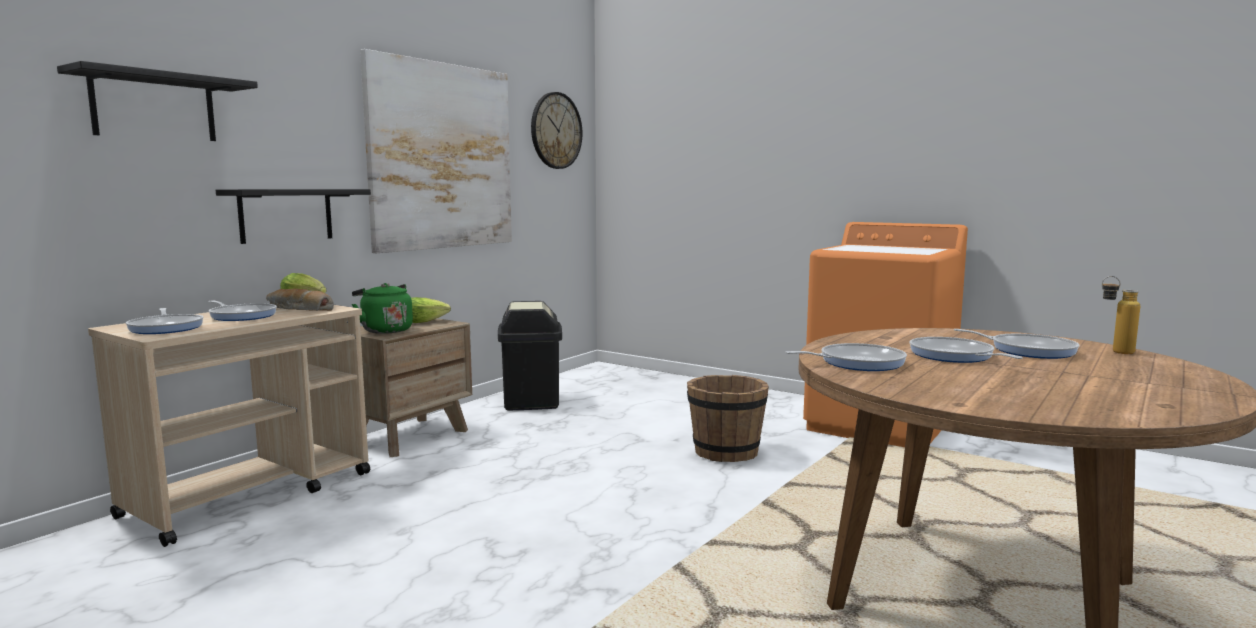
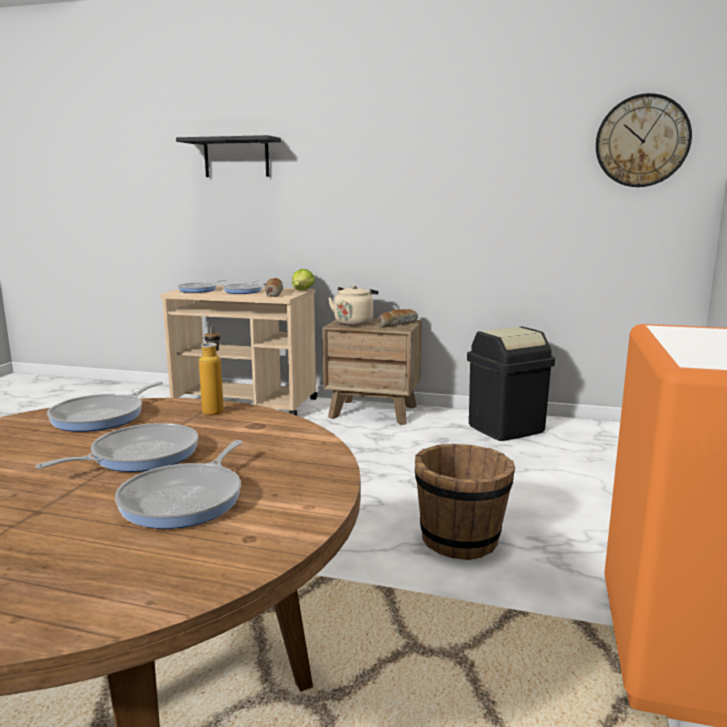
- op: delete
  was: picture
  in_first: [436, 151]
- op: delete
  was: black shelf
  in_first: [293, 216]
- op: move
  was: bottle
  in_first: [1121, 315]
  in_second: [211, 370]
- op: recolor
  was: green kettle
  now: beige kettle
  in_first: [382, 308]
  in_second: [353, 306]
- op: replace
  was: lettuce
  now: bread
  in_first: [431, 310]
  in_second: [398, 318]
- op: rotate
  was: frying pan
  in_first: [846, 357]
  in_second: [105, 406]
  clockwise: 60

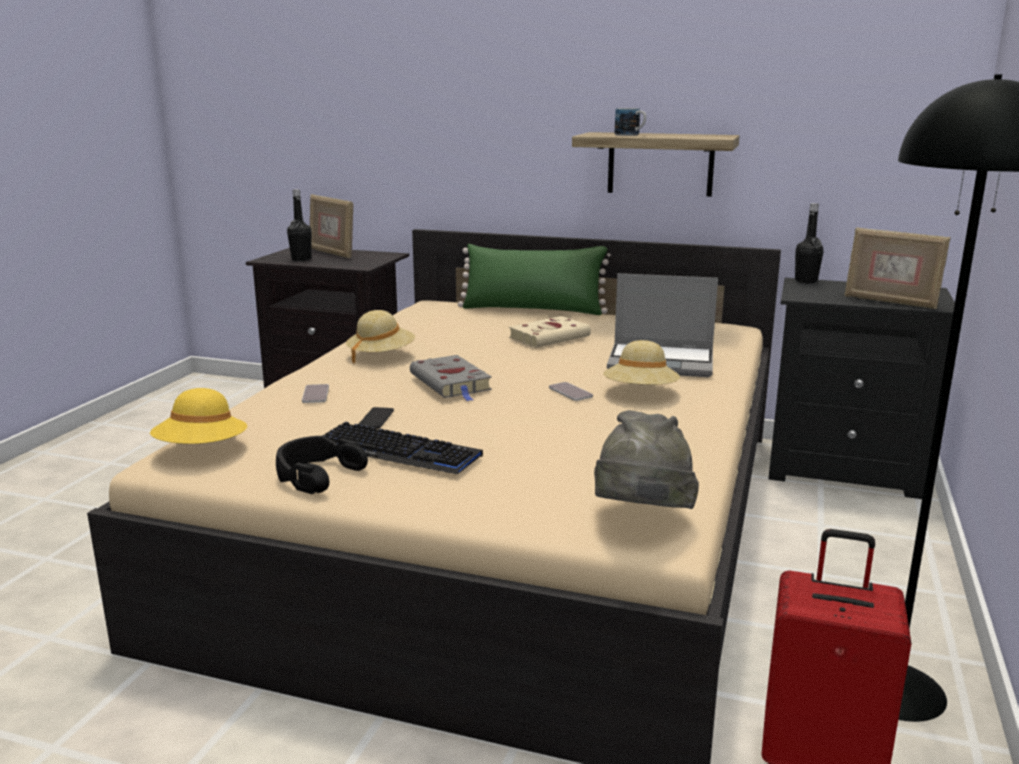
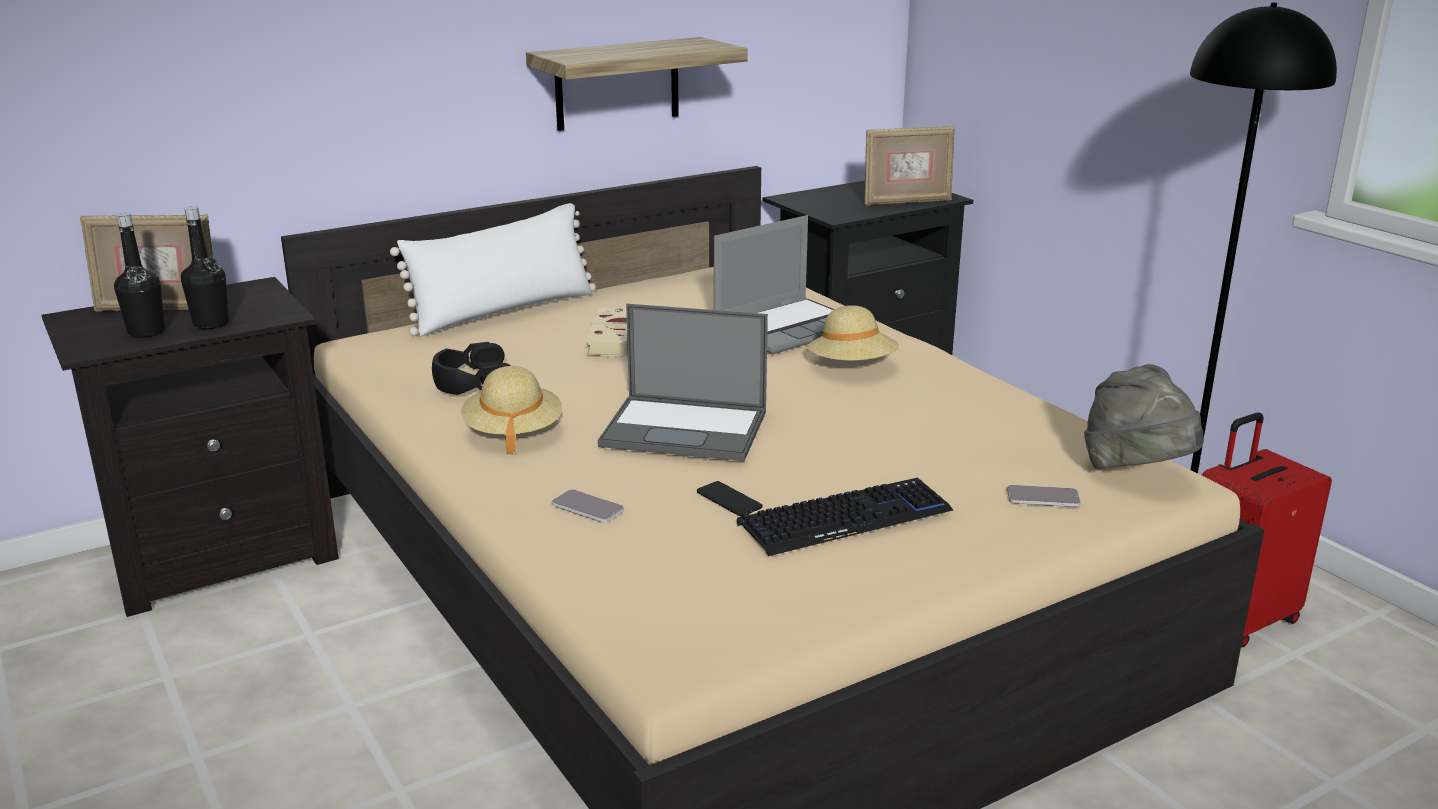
- op: delete
  was: mug
  in_first: [630, 122]
- op: move
  was: black bottle
  in_first: [809, 243]
  in_second: [205, 267]
- op: recolor
  was: green pillow
  now: white pillow
  in_first: [534, 279]
  in_second: [493, 269]
- op: replace
  was: grey book
  now: laptop
  in_first: [451, 378]
  in_second: [683, 382]
- op: move
  was: phone
  in_first: [571, 391]
  in_second: [1044, 496]
- op: delete
  was: yellow hat
  in_first: [198, 416]
- op: move
  was: black headphones
  in_first: [322, 465]
  in_second: [471, 368]

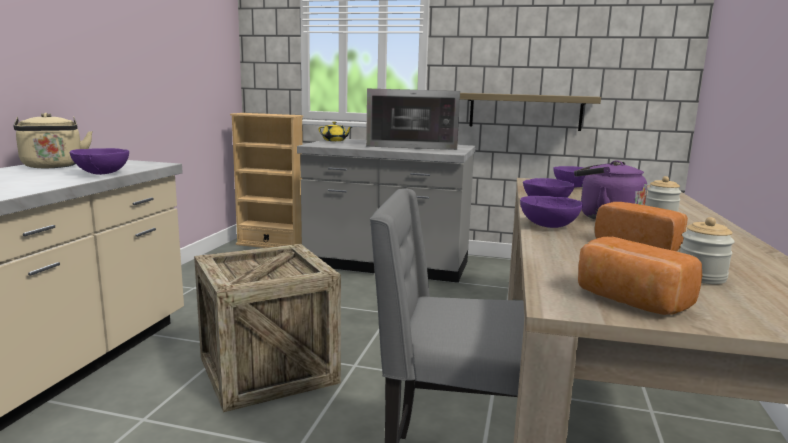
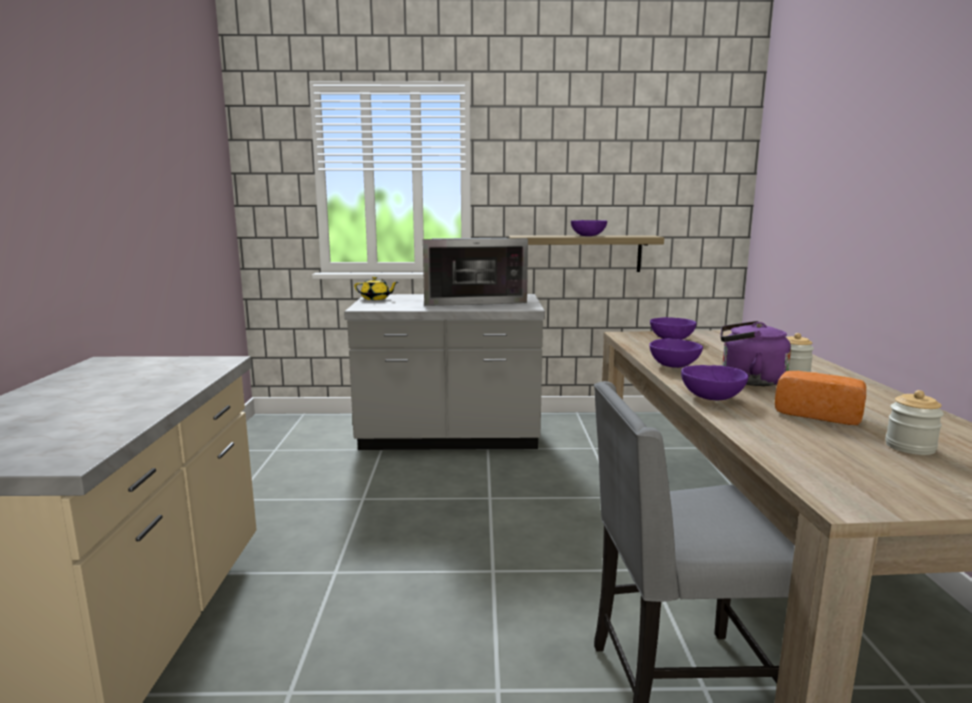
- op: delete
  was: beige kettle
  in_first: [53, 140]
- op: delete
  was: beige bookcase
  in_first: [266, 180]
- op: move
  was: purple bowl
  in_first: [99, 161]
  in_second: [589, 228]
- op: delete
  was: bread
  in_first: [640, 275]
- op: delete
  was: crate
  in_first: [267, 328]

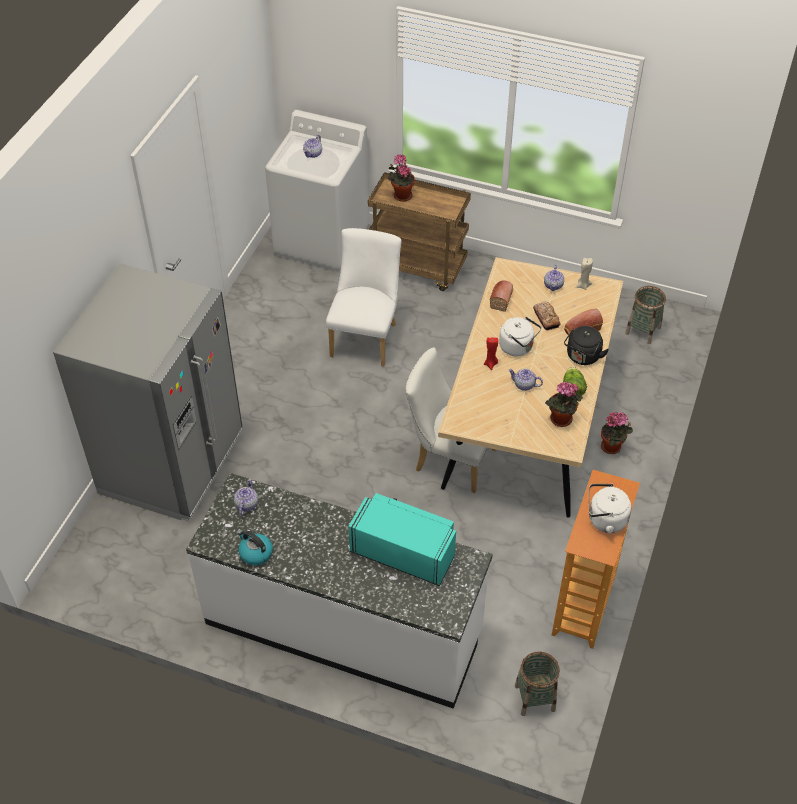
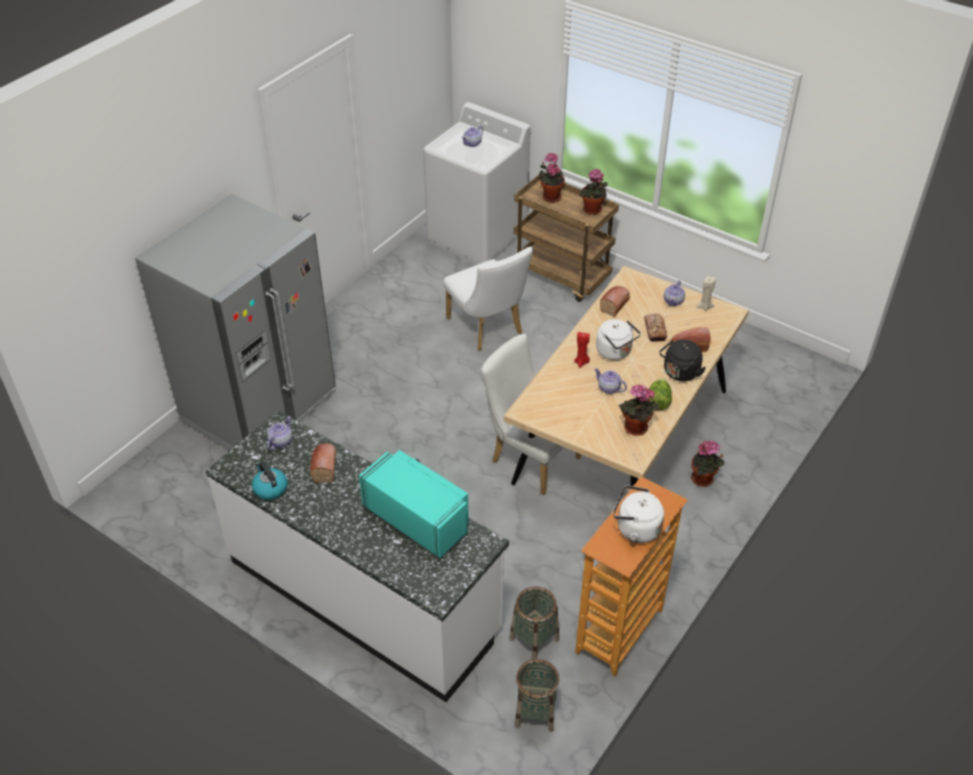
- op: rotate
  was: white chair
  in_first: [363, 297]
  in_second: [488, 299]
  clockwise: 120
- op: move
  was: basket
  in_first: [645, 315]
  in_second: [534, 622]
- op: insert
  now: potted plant
  in_second: [593, 192]
- op: insert
  now: bread
  in_second: [323, 462]

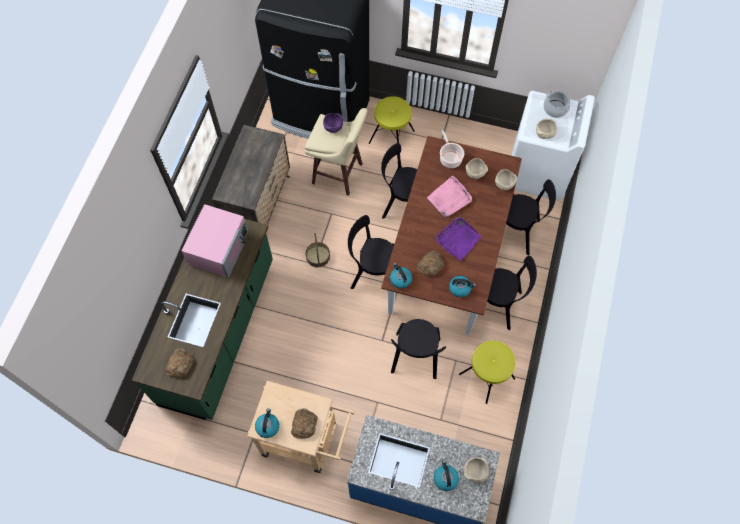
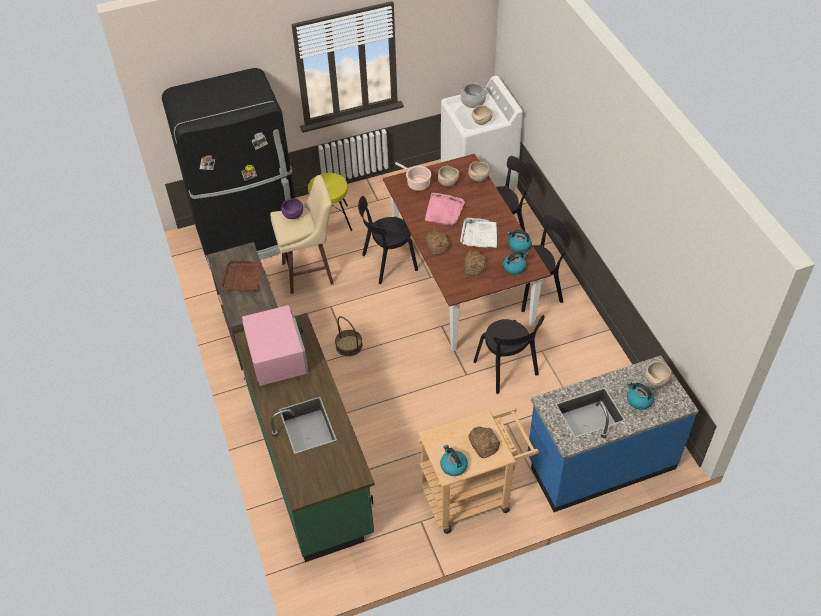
- op: delete
  was: black chair
  in_first: [371, 253]
- op: recolor
  was: purple tray
  now: white tray
  in_first: [458, 239]
  in_second: [478, 233]
- op: move
  was: kettle
  in_first: [401, 275]
  in_second: [519, 241]
- op: delete
  was: yellow stool
  in_first: [487, 372]
- op: move
  was: bread
  in_first: [179, 363]
  in_second: [438, 242]
- op: insert
  now: brown tray
  in_second: [240, 275]

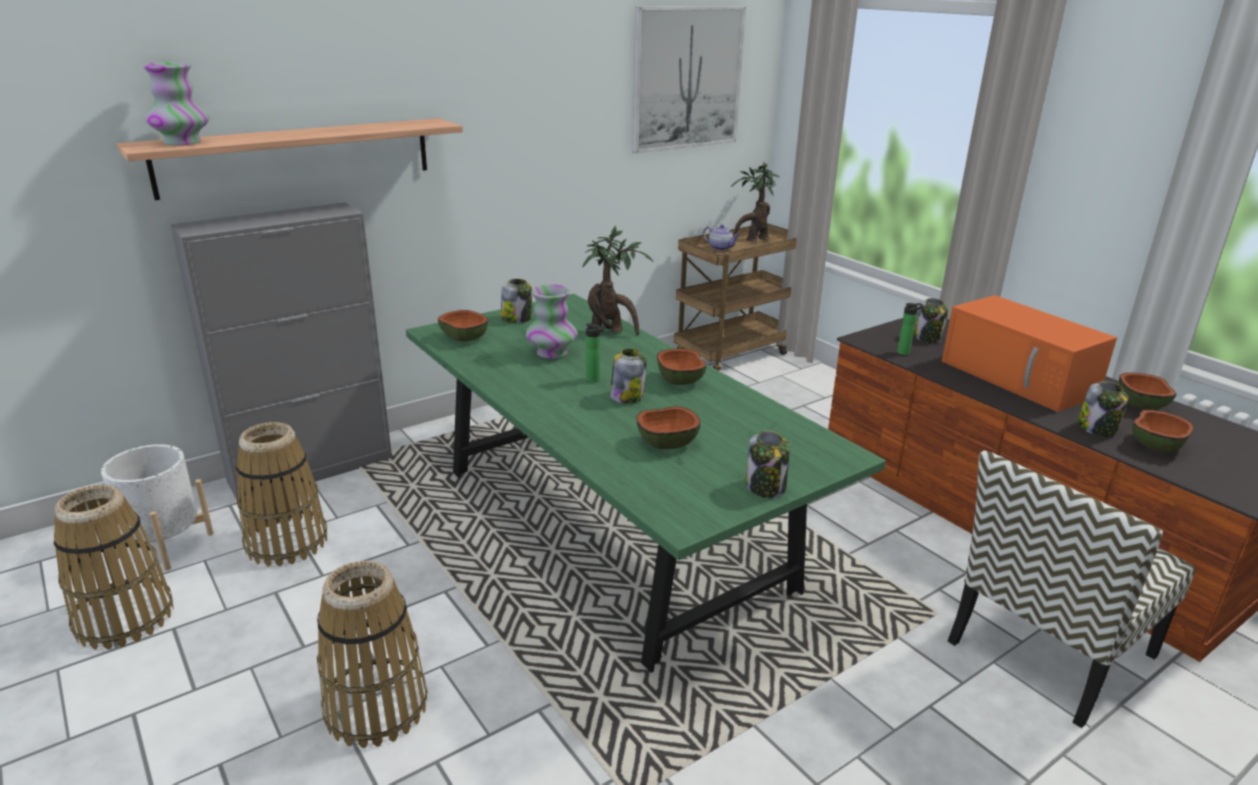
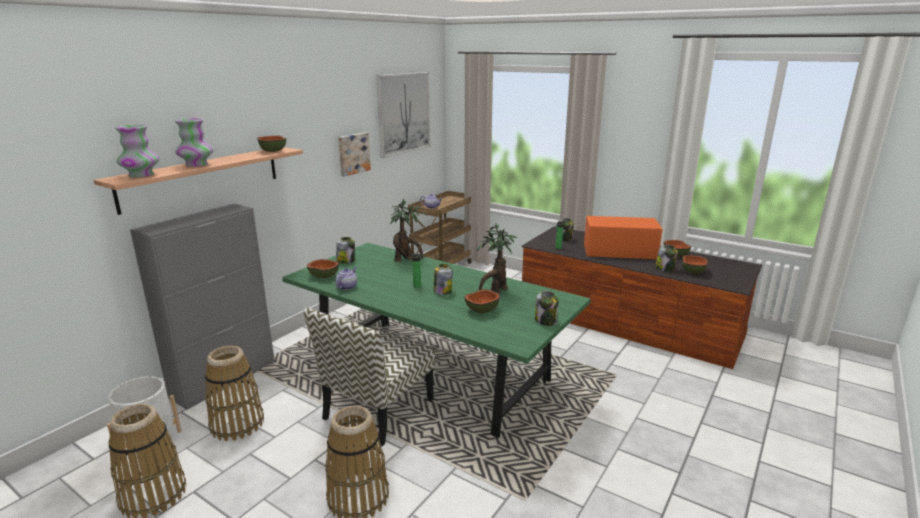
- op: move
  was: potted plant
  in_first: [755, 202]
  in_second: [497, 258]
- op: move
  was: vase
  in_first: [551, 321]
  in_second: [194, 142]
- op: rotate
  was: orange microwave
  in_first: [1029, 353]
  in_second: [623, 237]
  clockwise: 150
- op: move
  was: bowl
  in_first: [682, 366]
  in_second: [271, 144]
- op: move
  was: chair
  in_first: [1071, 589]
  in_second: [369, 377]
- op: insert
  now: picture
  in_second: [354, 154]
- op: insert
  now: teapot
  in_second: [346, 278]

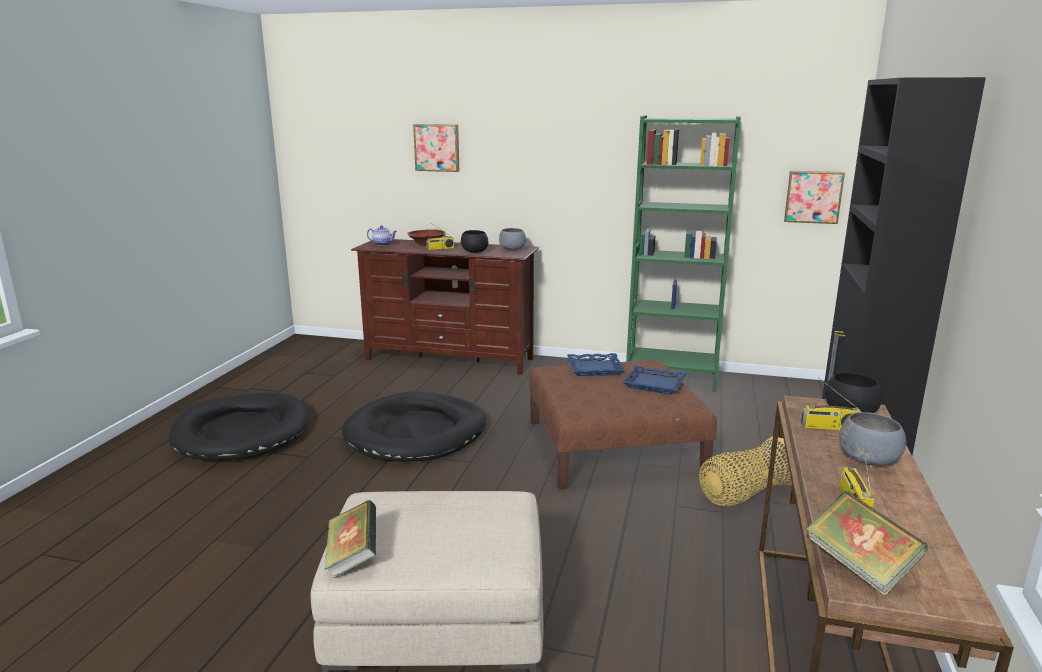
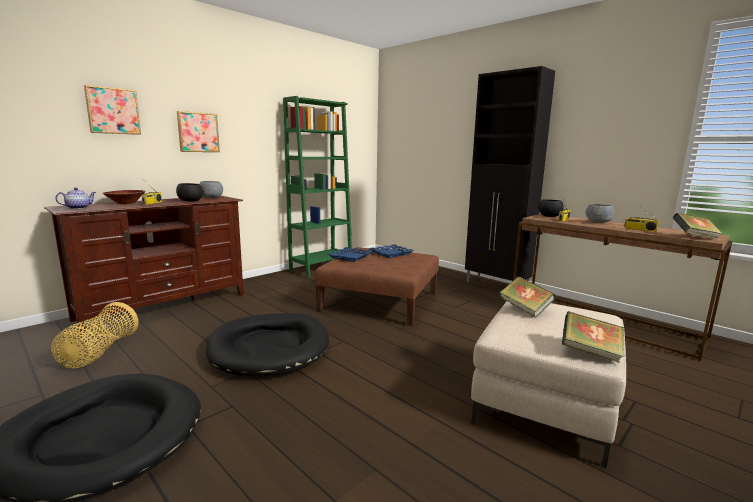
- op: move
  was: picture
  in_first: [814, 197]
  in_second: [198, 131]
- op: move
  was: basket
  in_first: [745, 471]
  in_second: [94, 335]
- op: insert
  now: book
  in_second: [527, 297]

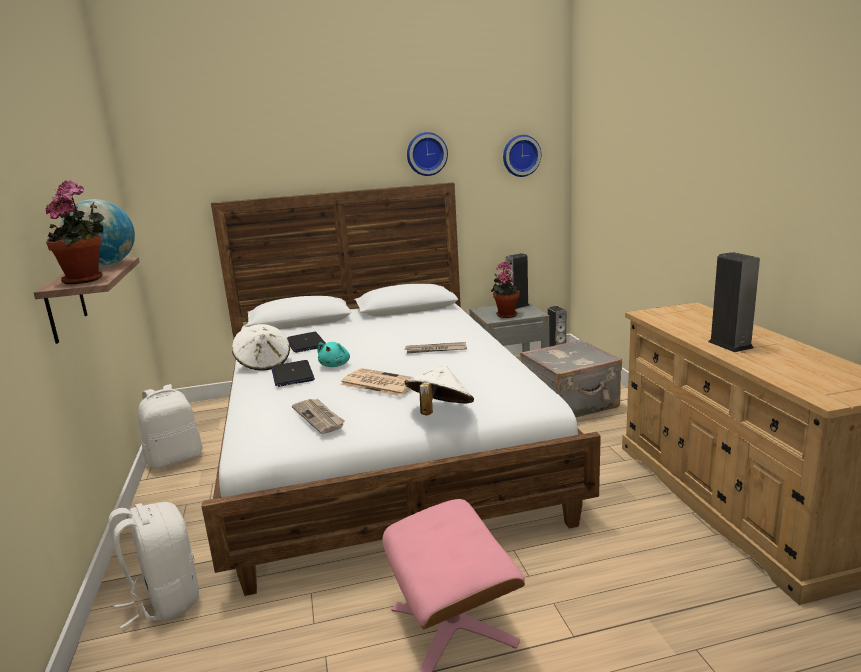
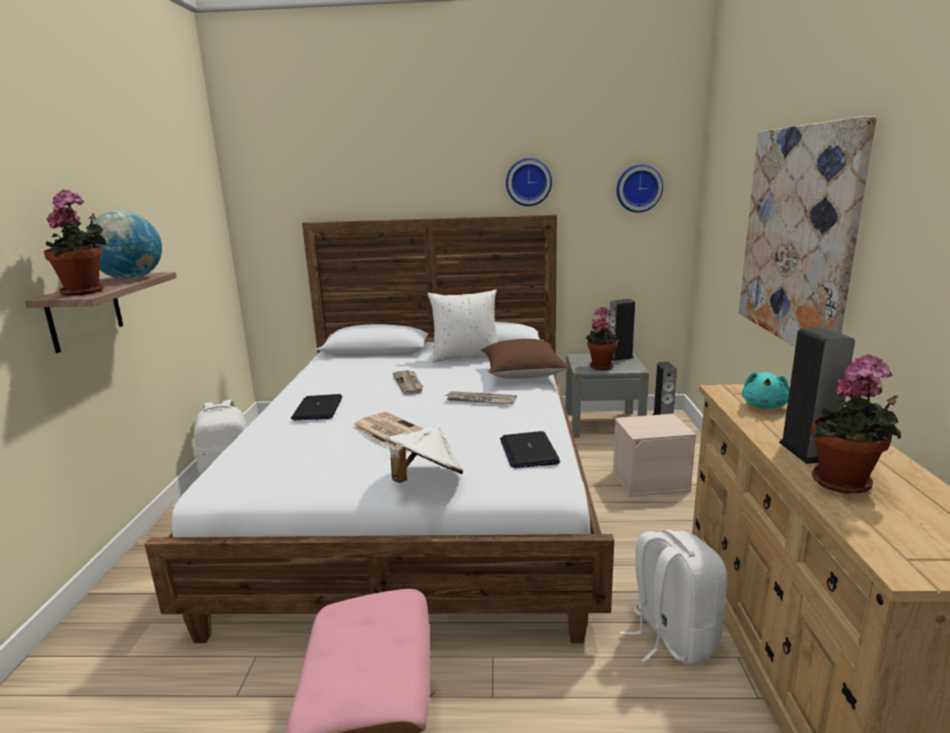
- op: delete
  was: white hat
  in_first: [261, 347]
- op: move
  was: laptop
  in_first: [306, 342]
  in_second: [530, 449]
- op: replace
  was: grey suitcase
  now: beige storage box
  in_first: [571, 378]
  in_second: [654, 455]
- op: move
  was: turquoise plush toy
  in_first: [333, 354]
  in_second: [765, 390]
- op: move
  was: newspaper
  in_first: [318, 416]
  in_second: [407, 382]
- op: move
  was: white backpack
  in_first: [153, 565]
  in_second: [673, 597]
- op: insert
  now: picture
  in_second: [808, 231]
- op: insert
  now: white pillow
  in_second: [462, 326]
- op: insert
  now: brown pillow
  in_second: [525, 359]
- op: insert
  now: potted plant
  in_second: [856, 424]

